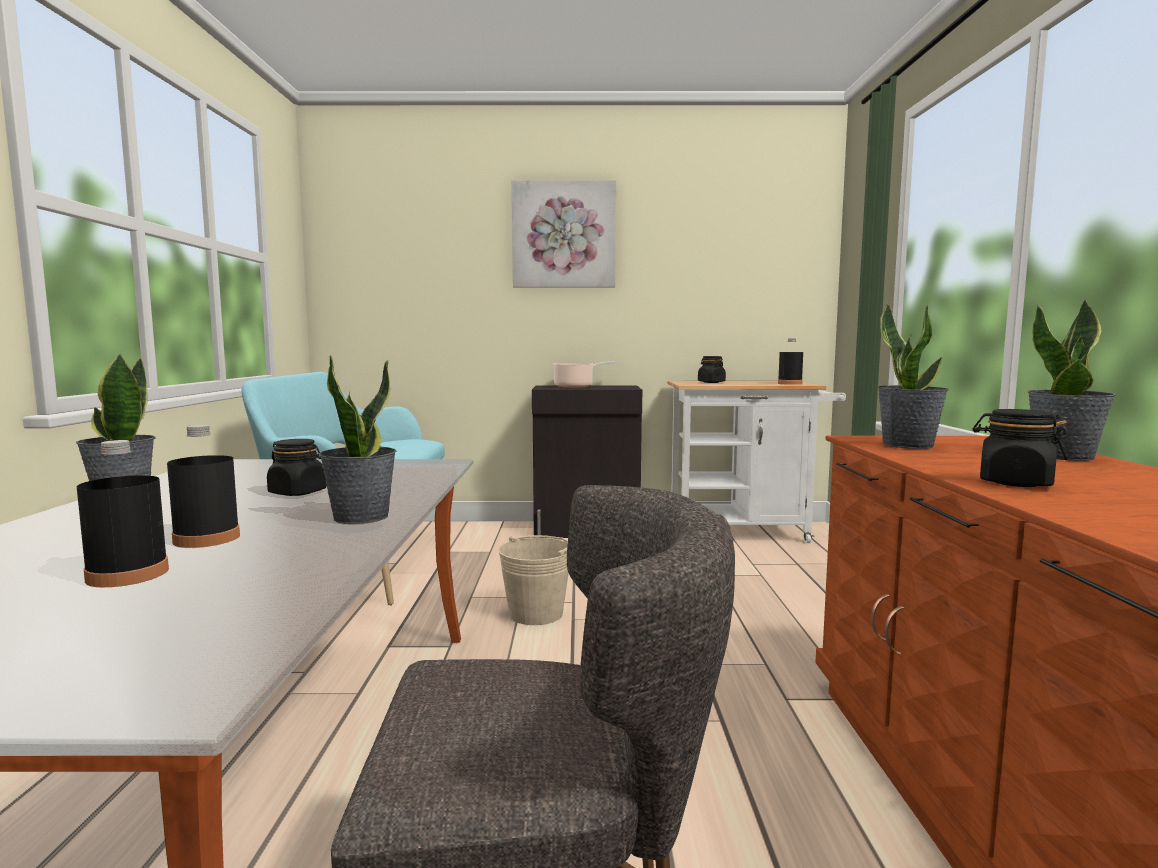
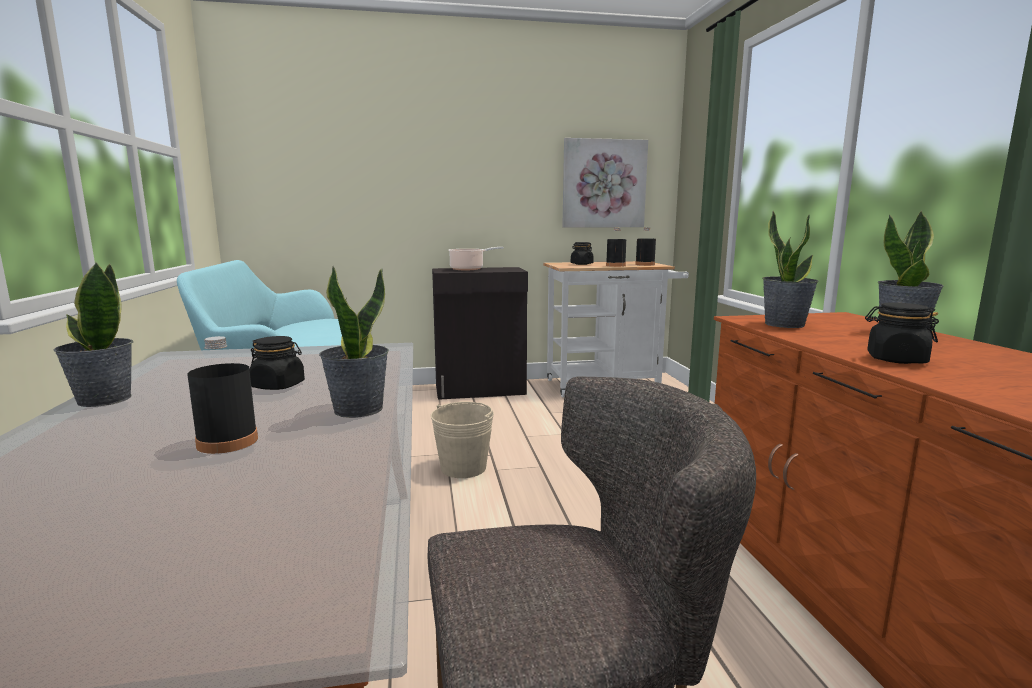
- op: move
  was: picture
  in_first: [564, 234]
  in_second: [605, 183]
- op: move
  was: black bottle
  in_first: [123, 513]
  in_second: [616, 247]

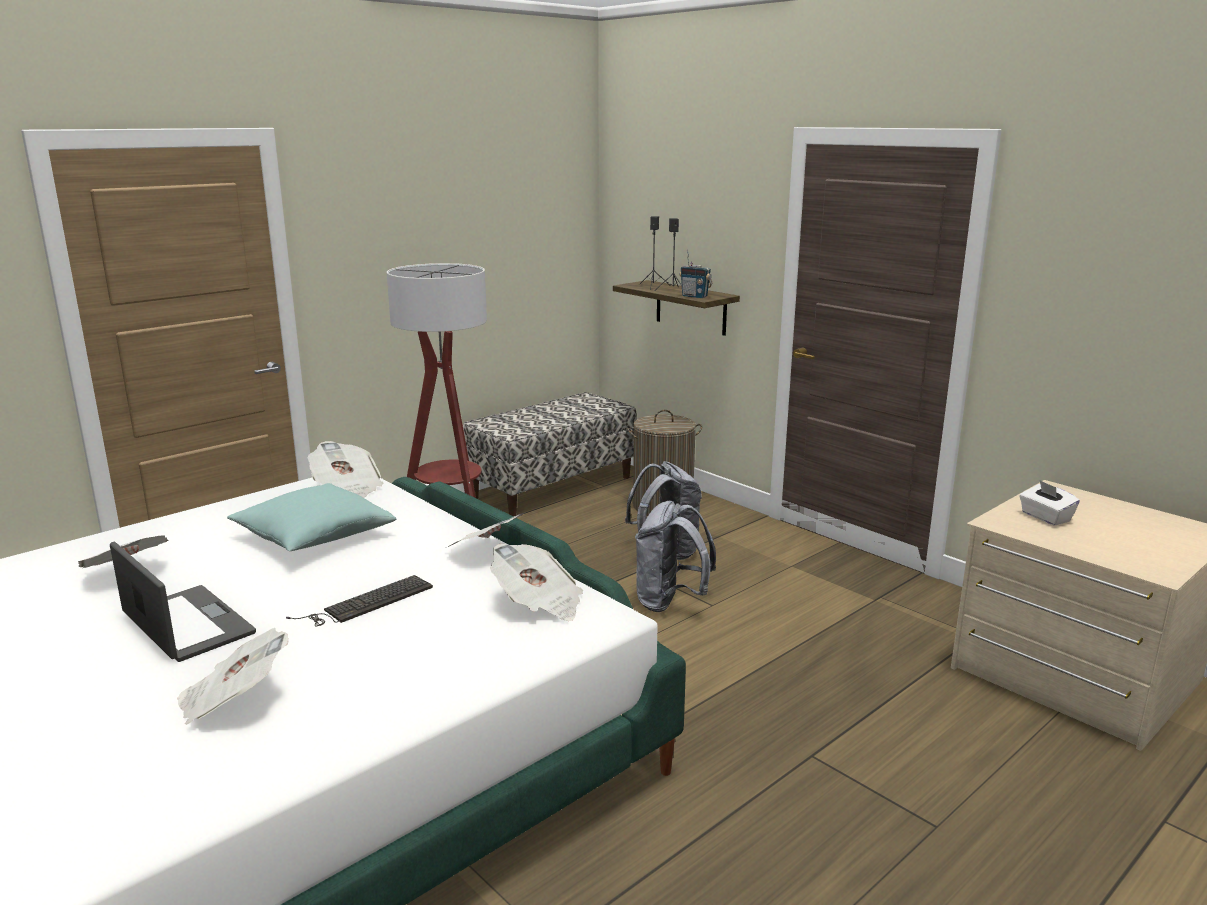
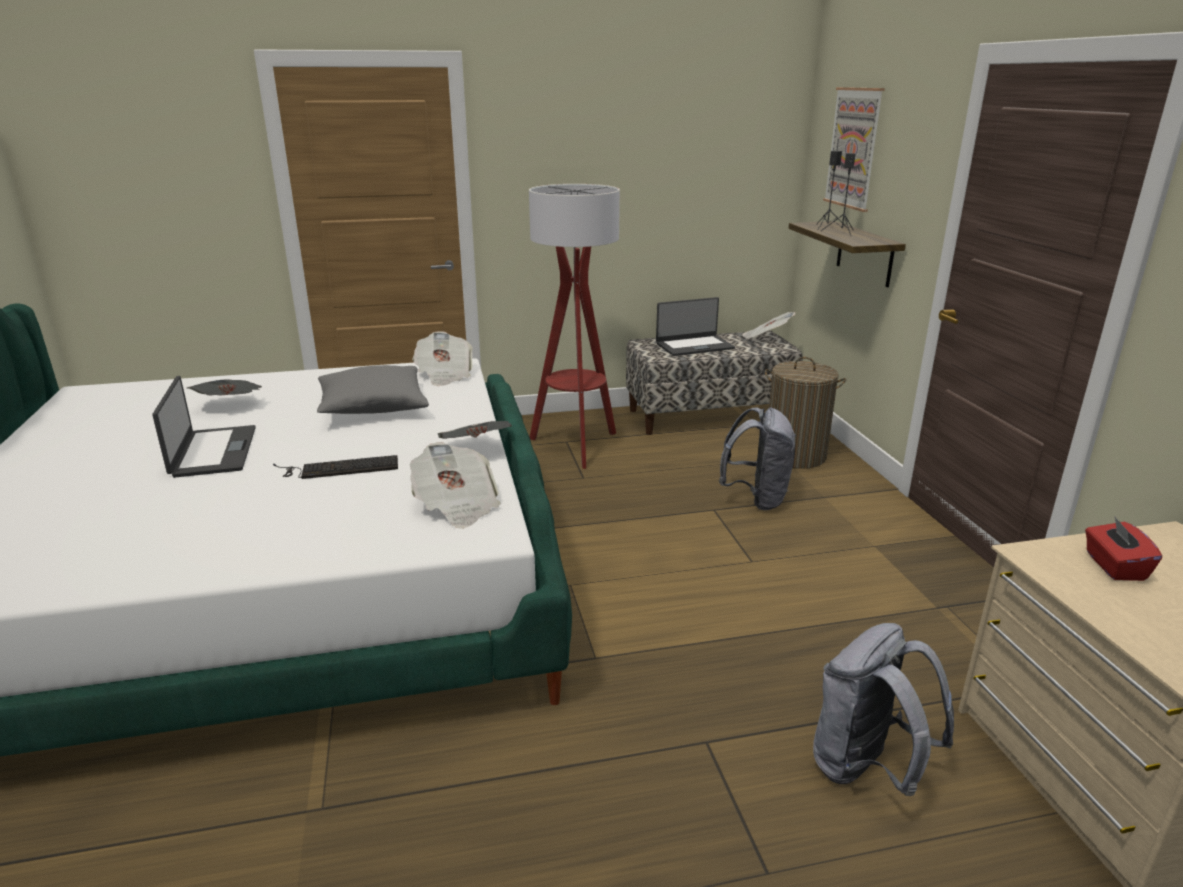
- op: delete
  was: radio
  in_first: [696, 274]
- op: recolor
  was: white tissue box
  now: red tissue box
  in_first: [1050, 503]
  in_second: [1123, 549]
- op: recolor
  was: turquoise pillow
  now: grey pillow
  in_first: [311, 517]
  in_second: [373, 389]
- op: move
  was: grey backpack
  in_first: [675, 556]
  in_second: [883, 709]
- op: move
  was: newspaper
  in_first: [233, 676]
  in_second: [768, 326]
- op: insert
  now: picture
  in_second: [854, 149]
- op: insert
  now: laptop
  in_second: [695, 326]

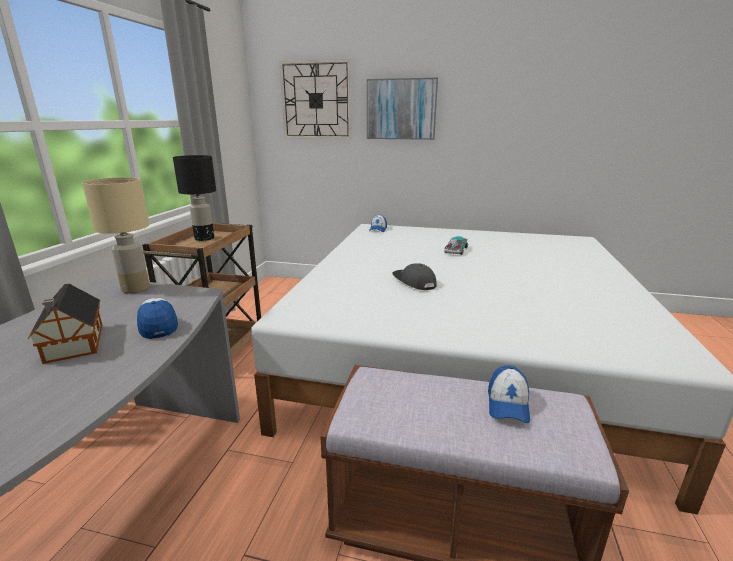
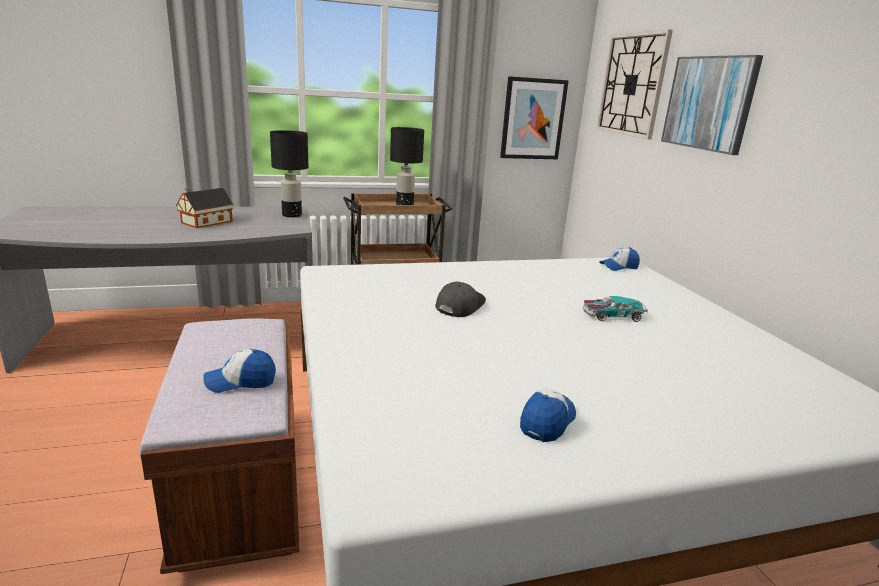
- op: recolor
  was: beige table lamp
  now: black table lamp
  in_first: [116, 235]
  in_second: [289, 173]
- op: move
  was: cap
  in_first: [157, 318]
  in_second: [548, 415]
- op: insert
  now: picture
  in_second: [534, 117]

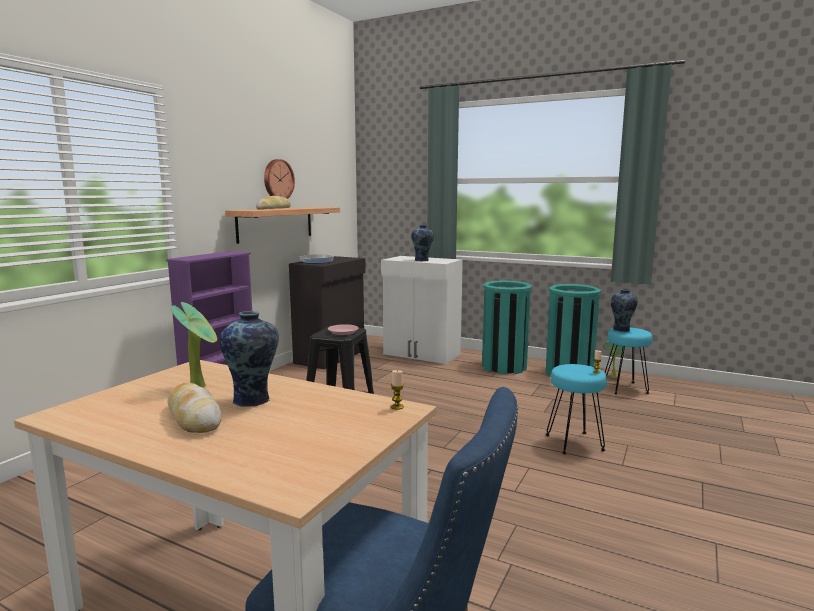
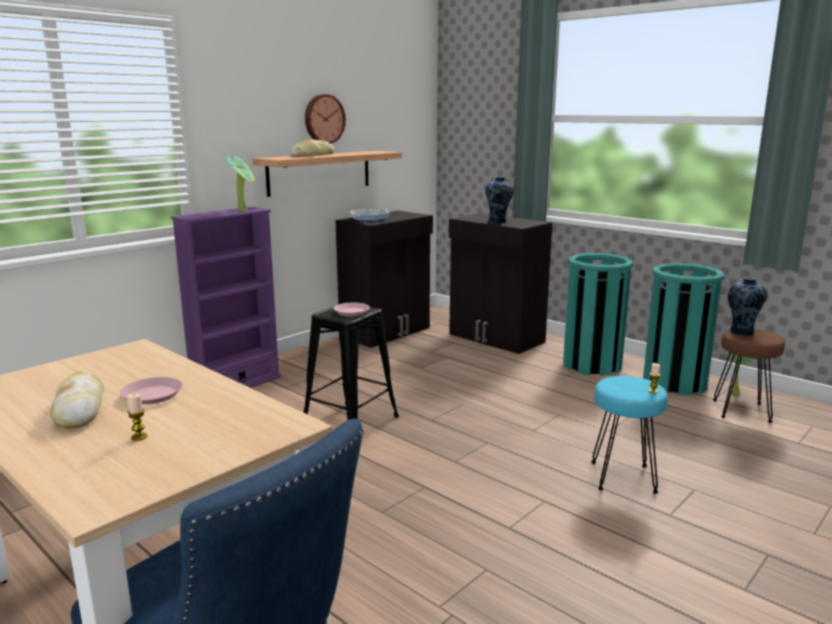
- op: recolor
  was: white cabinet
  now: black cabinet
  in_first: [422, 310]
  in_second: [500, 283]
- op: move
  was: potted plant
  in_first: [194, 344]
  in_second: [240, 183]
- op: replace
  was: vase
  now: pink plate
  in_first: [249, 359]
  in_second: [151, 391]
- op: recolor
  was: turquoise stool
  now: brown stool
  in_first: [629, 361]
  in_second: [749, 376]
- op: move
  was: candle
  in_first: [397, 390]
  in_second: [137, 417]

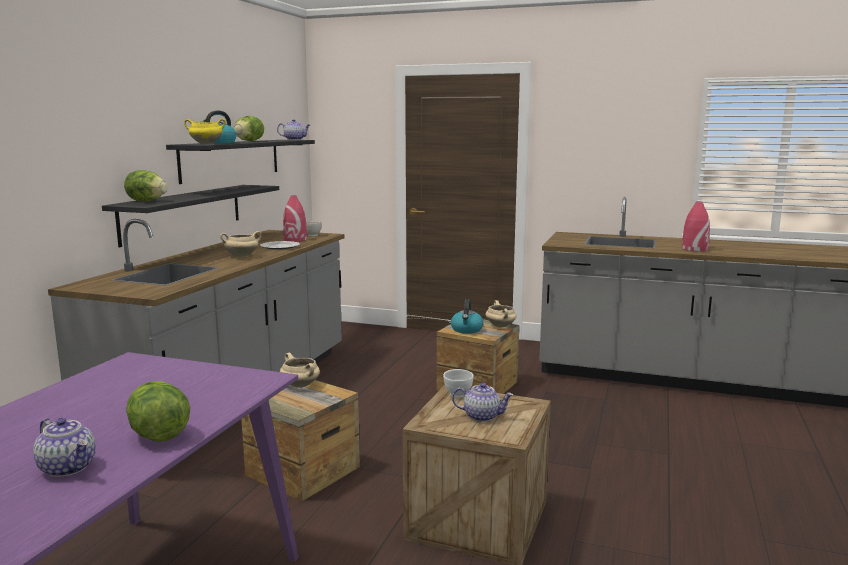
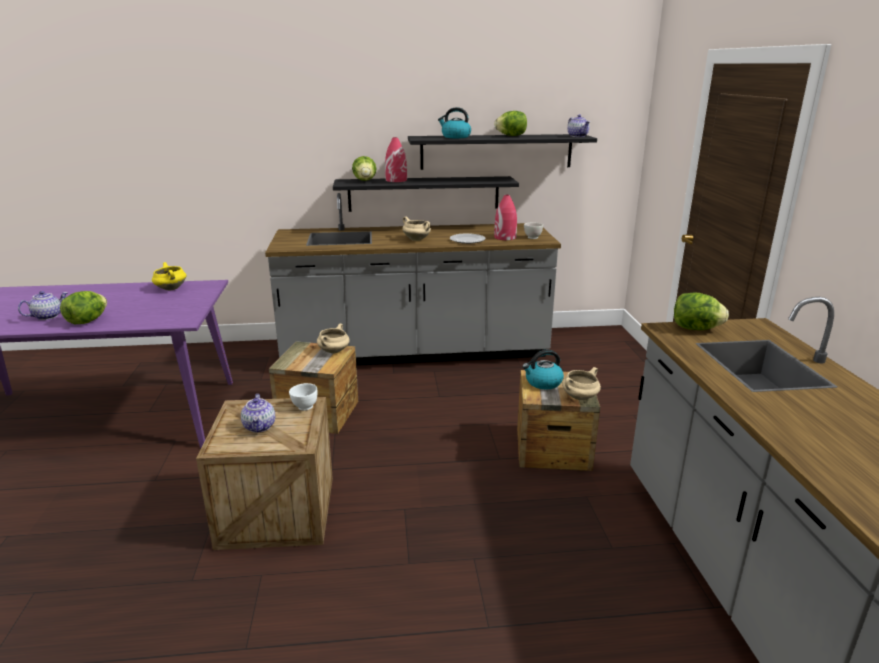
- op: move
  was: yellow cooking pot
  in_first: [205, 131]
  in_second: [169, 276]
- op: move
  was: red vase
  in_first: [696, 226]
  in_second: [396, 159]
- op: rotate
  was: teapot
  in_first: [64, 447]
  in_second: [43, 305]
  clockwise: -150
- op: insert
  now: lettuce
  in_second: [701, 311]

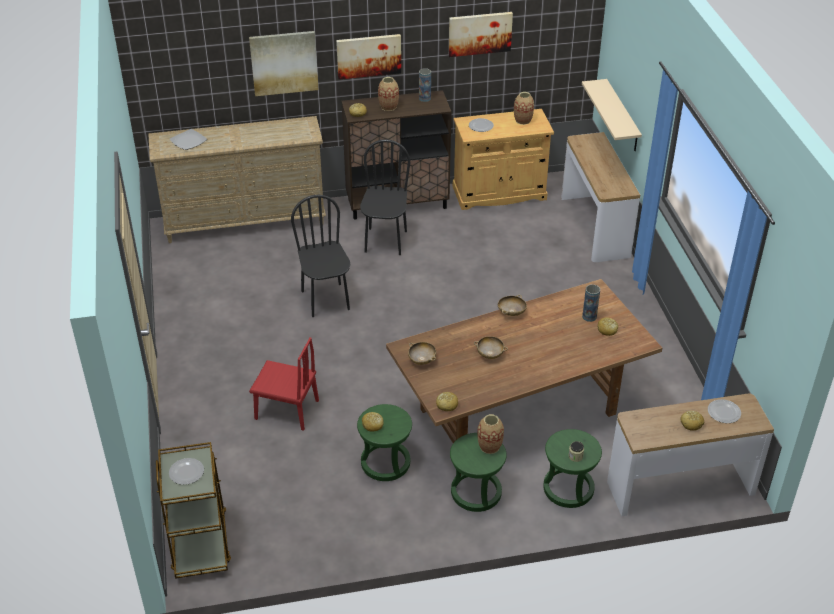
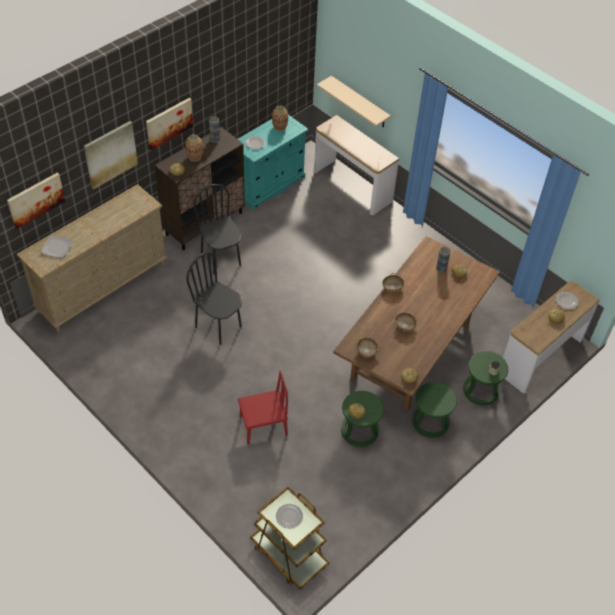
- op: move
  was: picture
  in_first: [481, 34]
  in_second: [36, 201]
- op: recolor
  was: beige cabinet
  now: turquoise cabinet
  in_first: [503, 159]
  in_second: [273, 162]
- op: delete
  was: vase
  in_first: [490, 434]

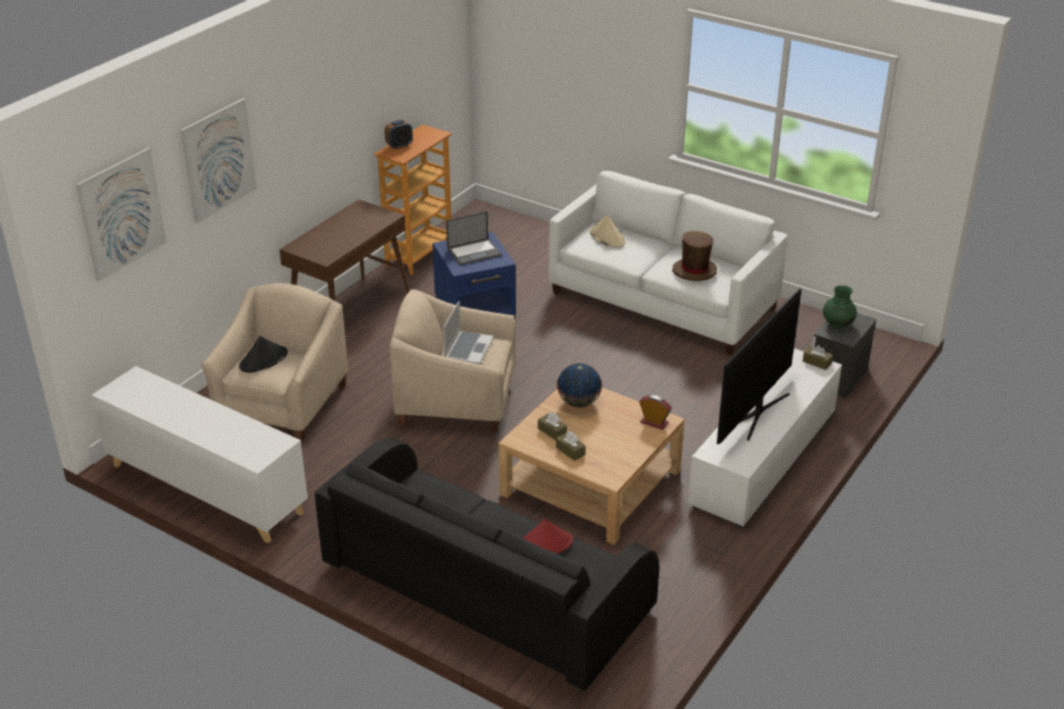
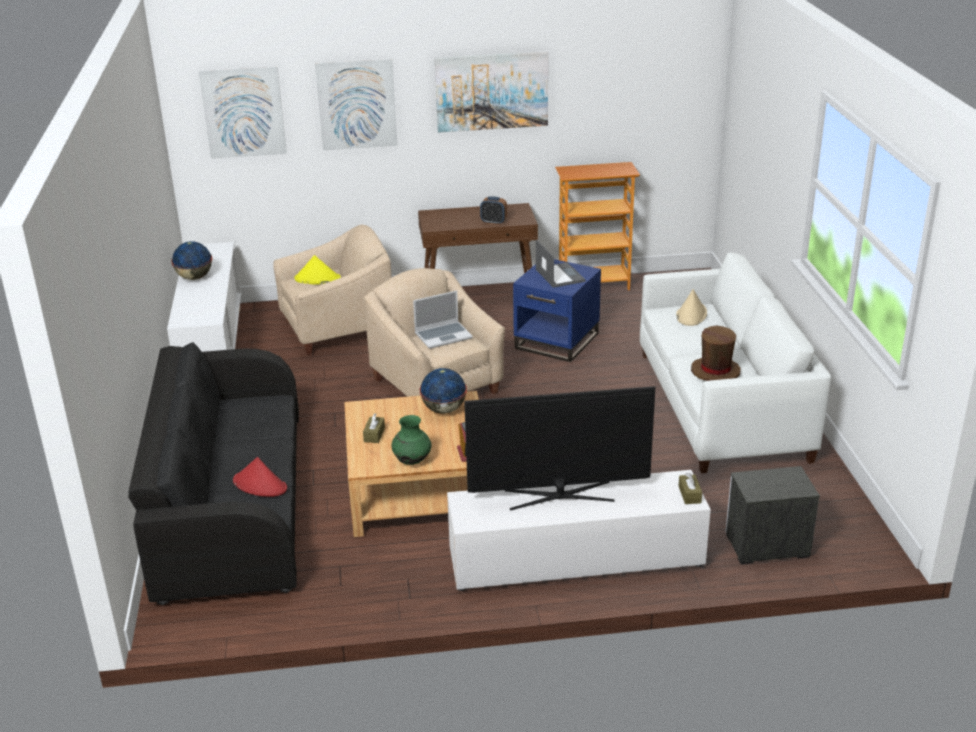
- op: move
  was: alarm clock
  in_first: [399, 135]
  in_second: [493, 210]
- op: rotate
  was: laptop
  in_first: [474, 238]
  in_second: [561, 264]
  clockwise: -135
- op: move
  was: green vase
  in_first: [840, 306]
  in_second: [411, 440]
- op: recolor
  was: black hat
  now: yellow hat
  in_first: [263, 354]
  in_second: [317, 270]
- op: delete
  was: brown tissue box
  in_first: [552, 426]
- op: insert
  now: picture
  in_second: [491, 91]
- op: insert
  now: globe
  in_second: [191, 260]

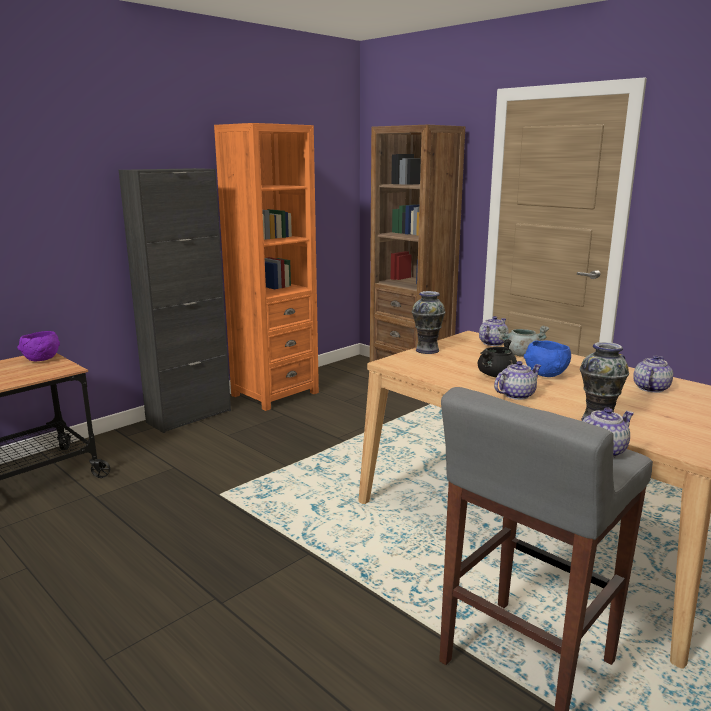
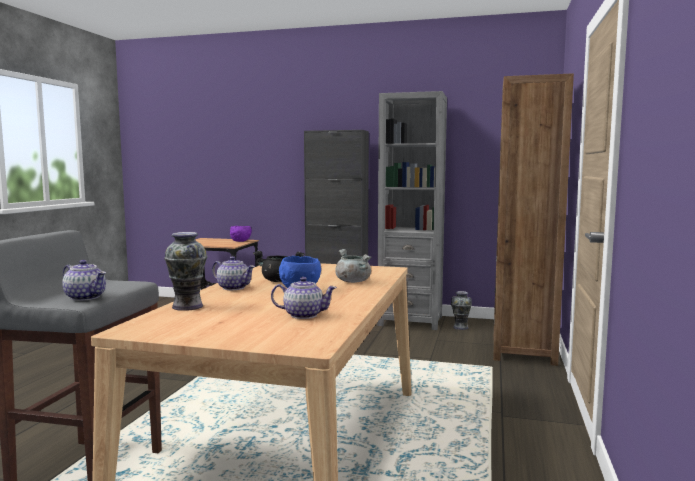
- op: recolor
  was: orange bookcase
  now: grey bookcase
  in_first: [266, 267]
  in_second: [412, 210]
- op: move
  was: vase
  in_first: [428, 322]
  in_second: [461, 310]
- op: delete
  was: teapot
  in_first: [494, 331]

